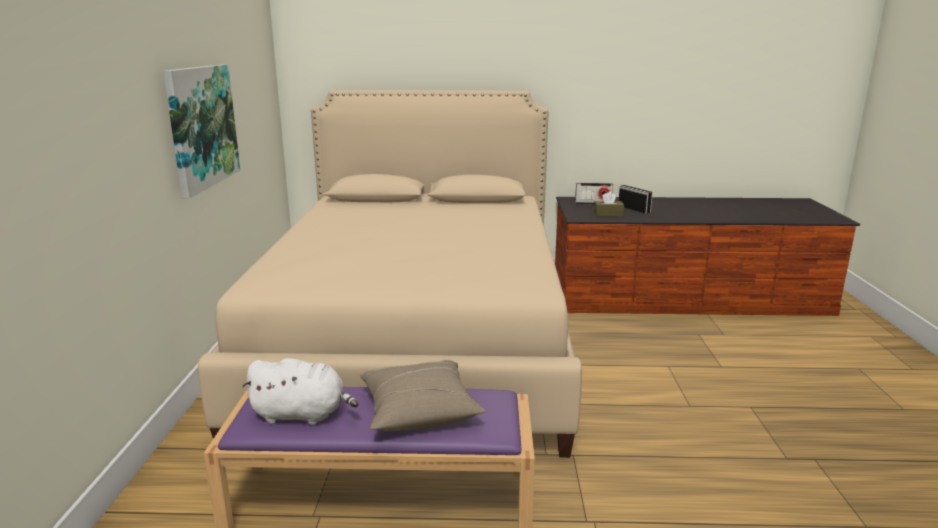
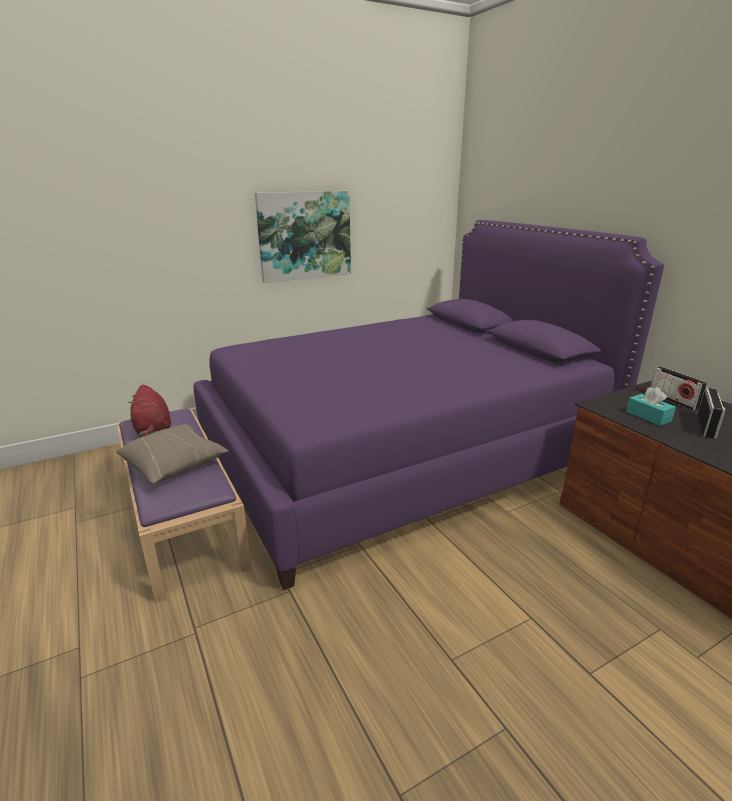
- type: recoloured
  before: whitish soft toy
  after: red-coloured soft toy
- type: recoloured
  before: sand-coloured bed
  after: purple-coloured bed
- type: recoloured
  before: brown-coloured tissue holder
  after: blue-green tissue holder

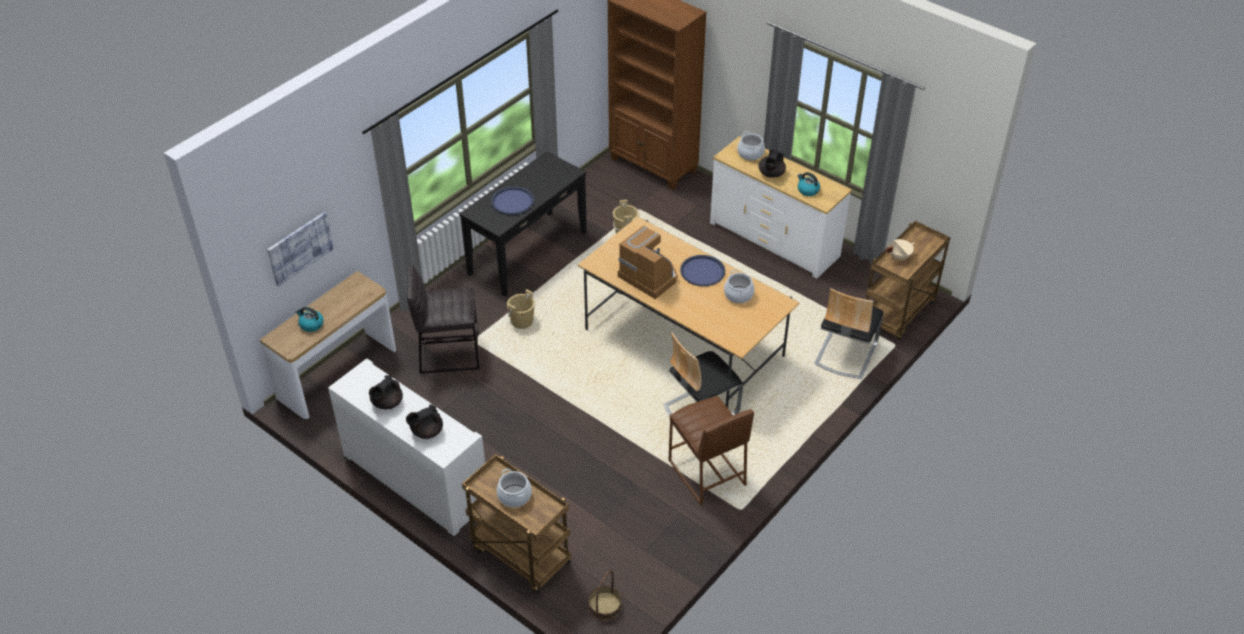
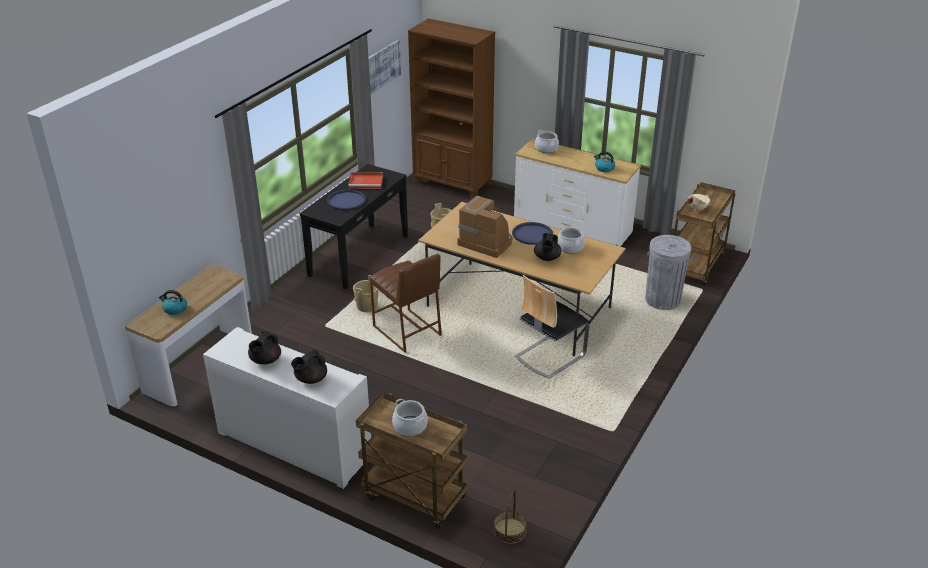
- type: added
  after: red-coloured tray
- type: moved
  before: picture
- type: moved
  before: brown-coloured sitting stool
- type: moved
  before: black tea pot (3rd from left)
- type: replaced
  before: upright chair (2nd from left)
  after: greyish trash can
- type: removed
  before: greyish sitting stool

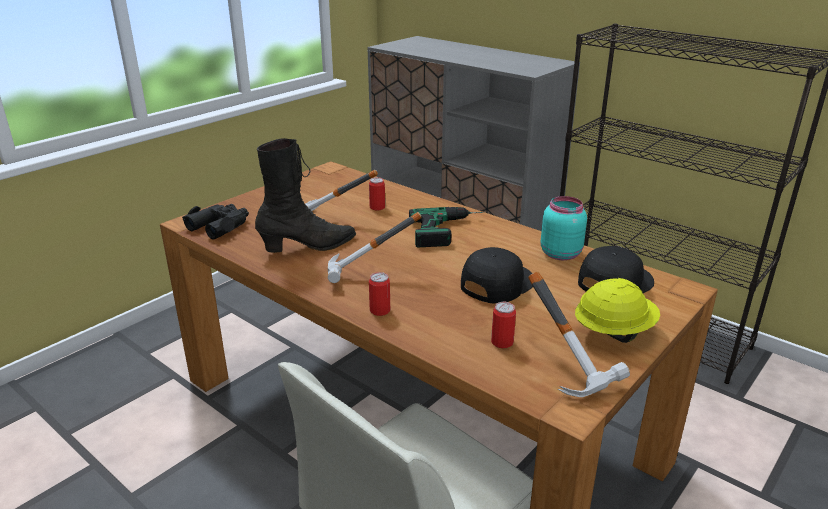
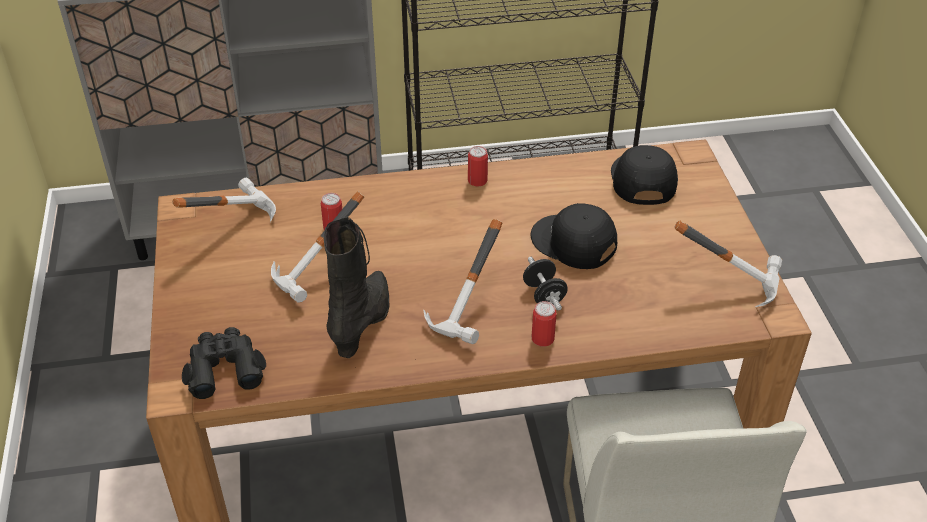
- type: added
  after: tool hammer (1st from left)
- type: moved
  before: metal can (3rd from left in the first image)
  after: metal can (2nd from left)
- type: added
  after: black hand weight
- type: turned
  before: black peaked cap (1st from left)
  turn: -45
- type: removed
  before: drill
- type: removed
  before: blue-green jar
- type: removed
  before: yellow work helmet

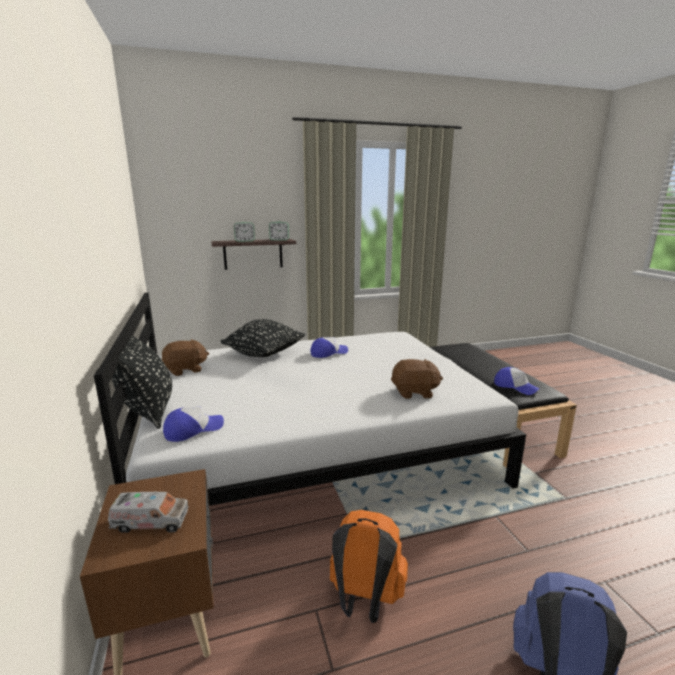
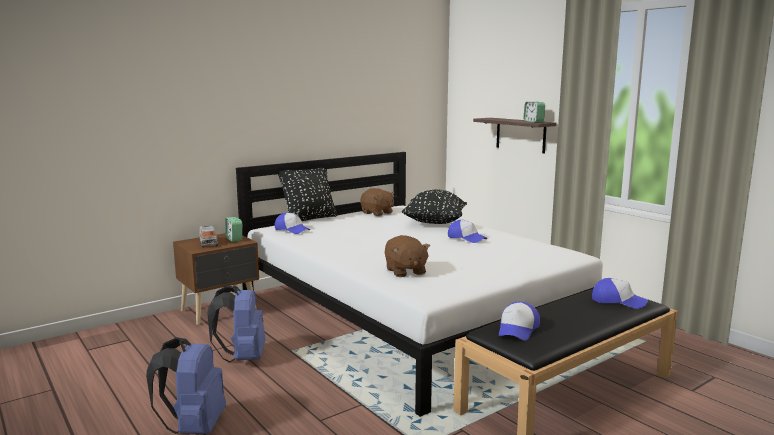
- type: recoloured
  before: orangey backpack
  after: bluish backpack (2nd from left)
- type: moved
  before: bedside clock (1st from left)
- type: added
  after: peaked cap (4th from left)

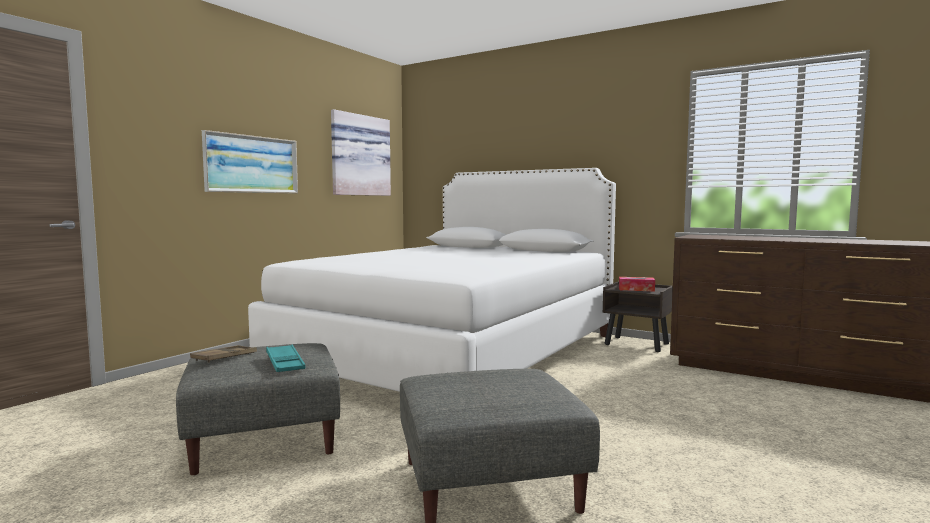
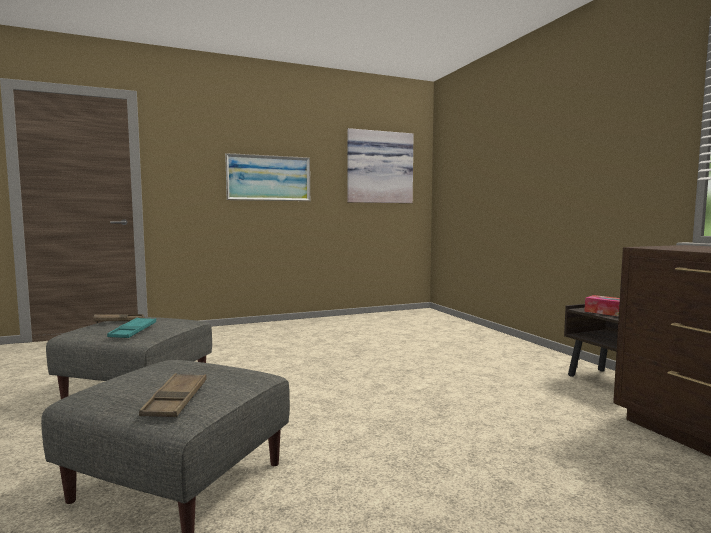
- type: added
  after: brown-coloured tray (2nd from left)
- type: removed
  before: whitish bed

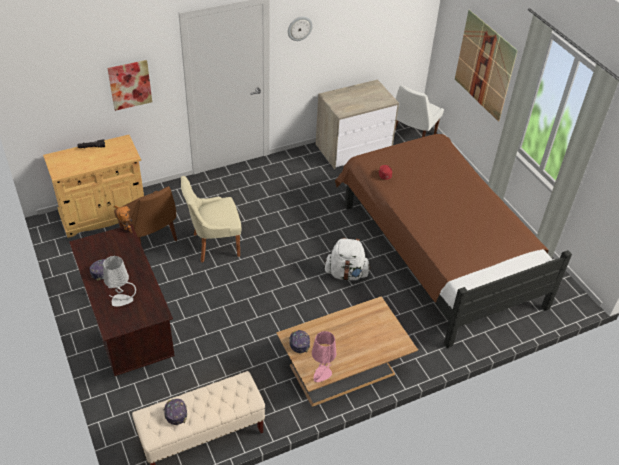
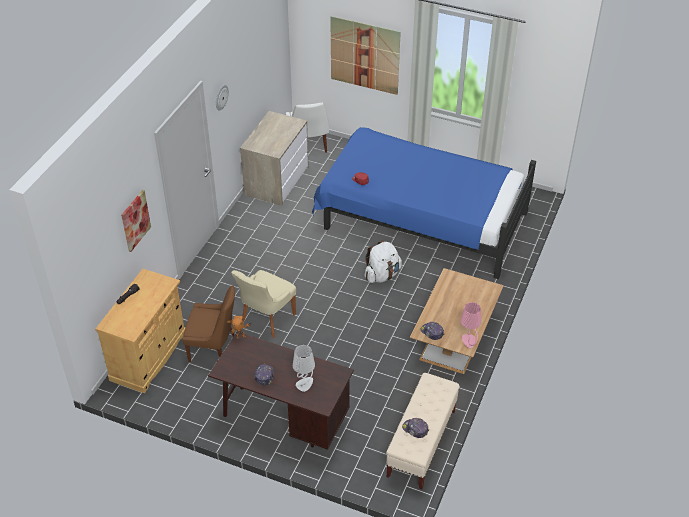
- type: recoloured
  before: brown-coloured bed
  after: bluish bed

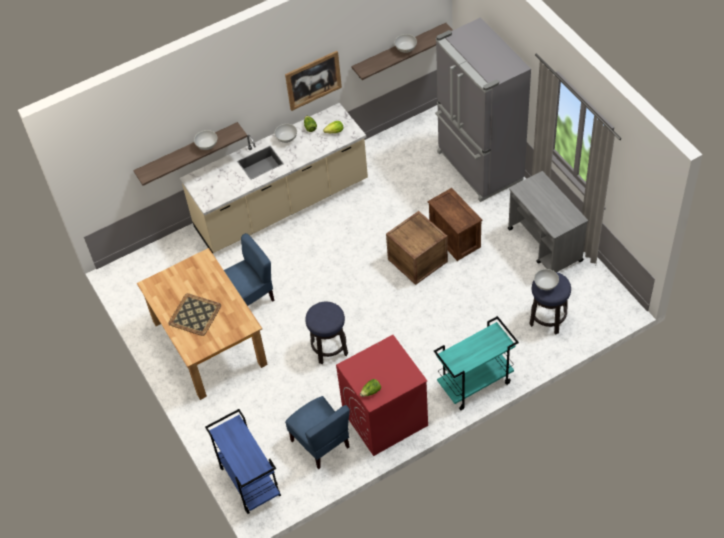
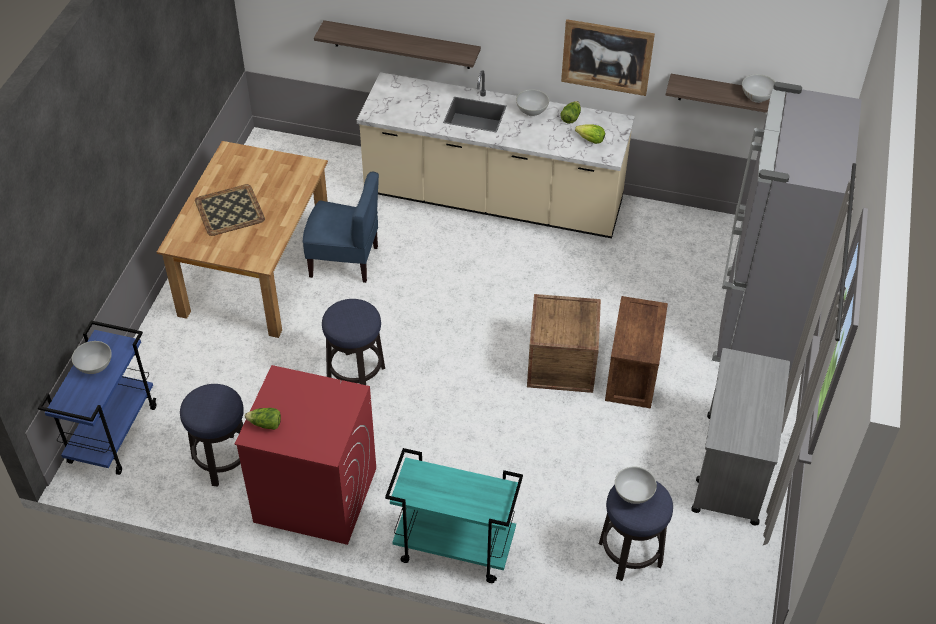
- type: moved
  before: whitish bowl (1st from left)
- type: replaced
  before: bluish upright chair (2nd from left)
  after: sitting stool (1st from left)

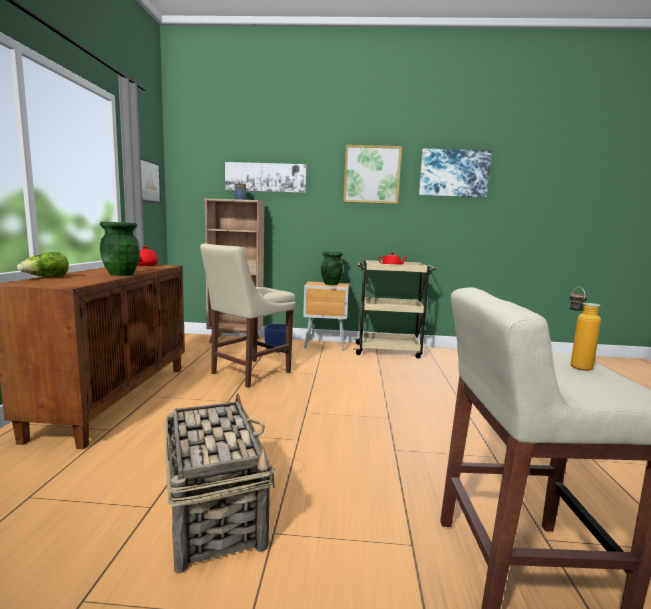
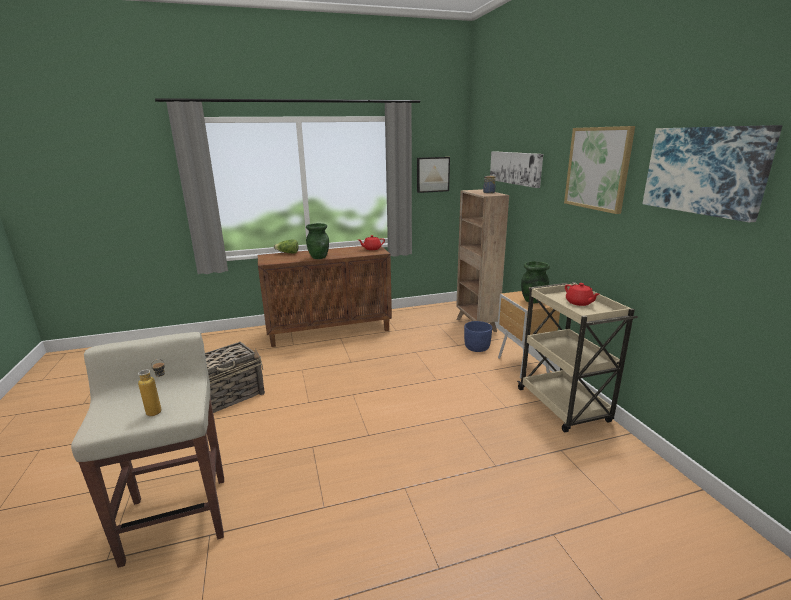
- type: removed
  before: sand-coloured upright chair

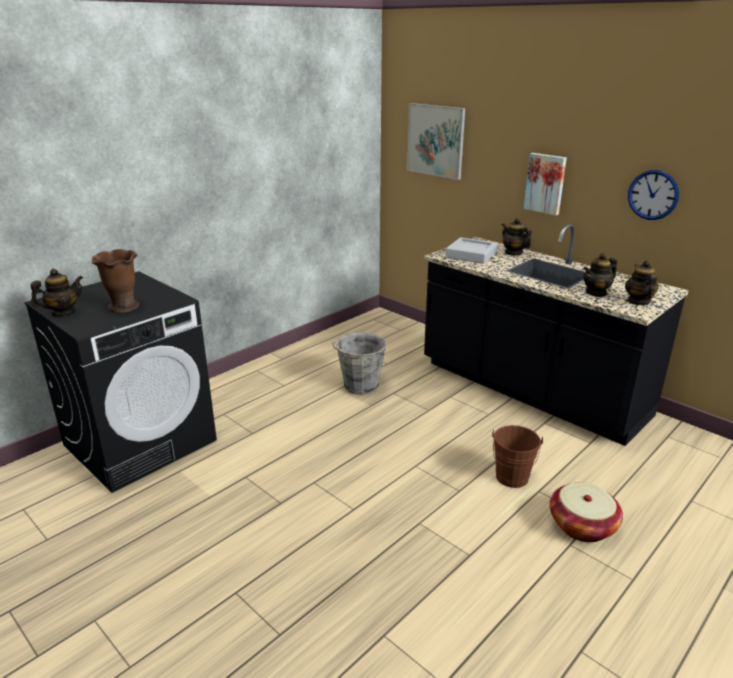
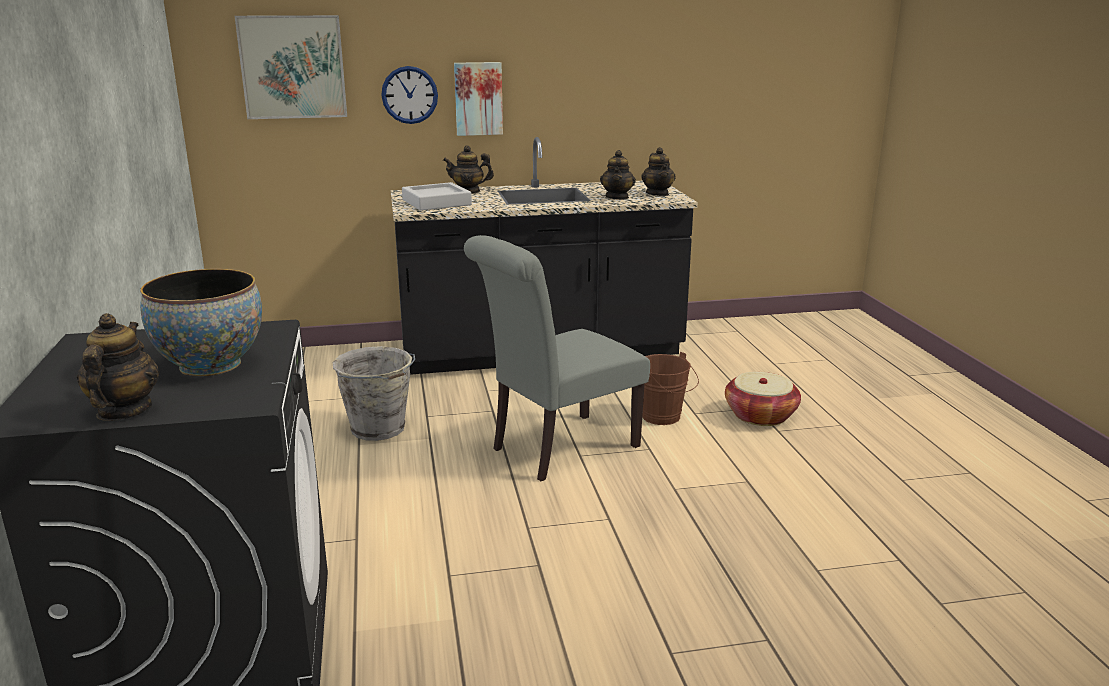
- type: replaced
  before: brown-coloured decorative vase
  after: bowl
- type: moved
  before: hanging clock
- type: added
  after: greyish upright chair
- type: turned
  before: tea pot (4th from left)
  turn: -135

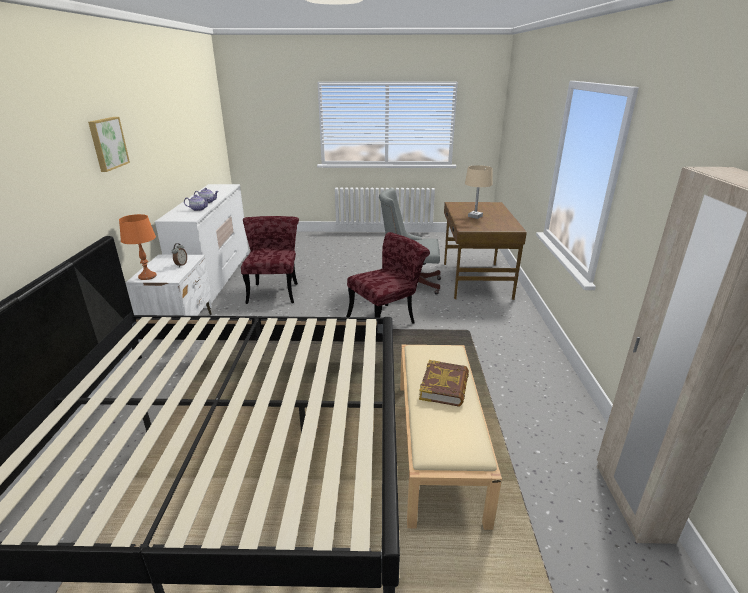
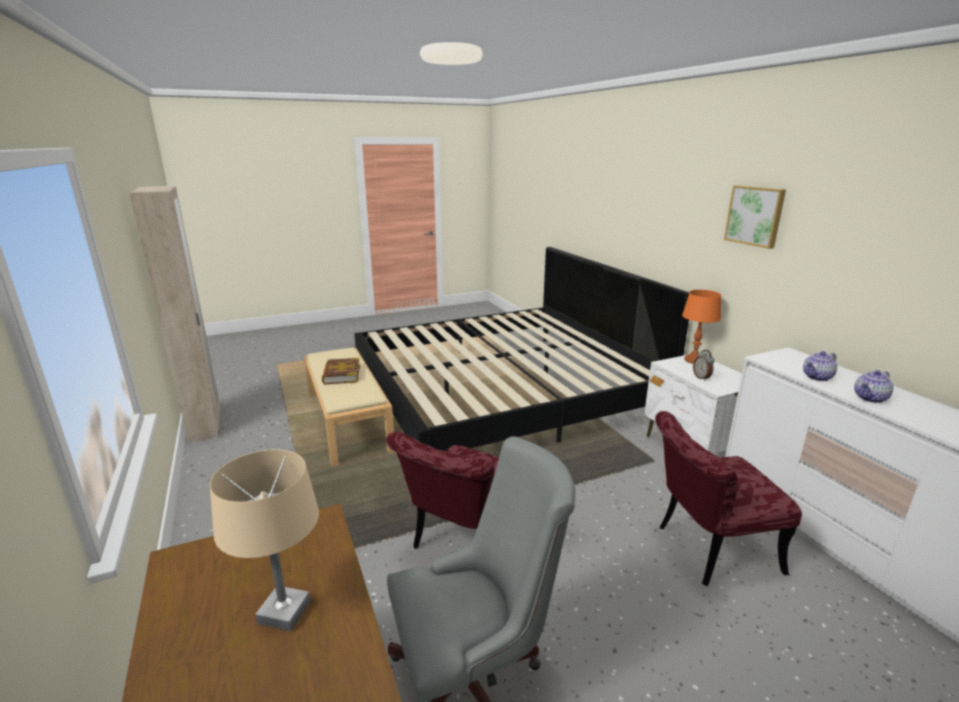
- type: turned
  before: red-coloured upright chair (1st from left in the first image)
  turn: 105

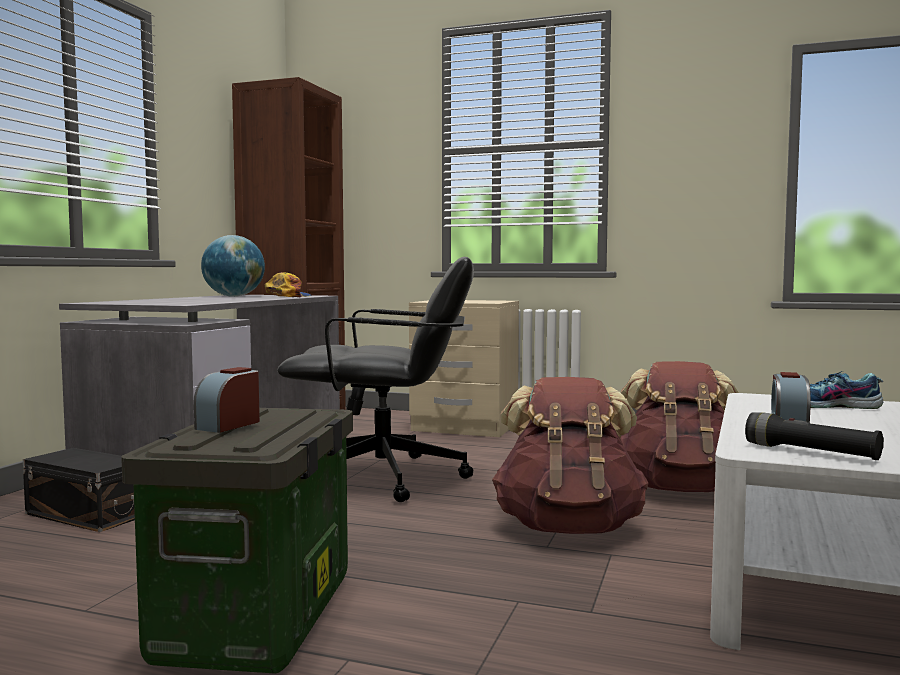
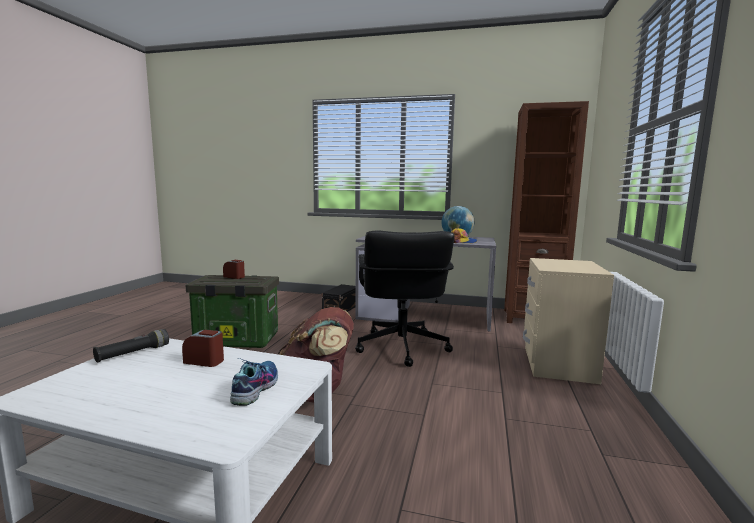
- type: removed
  before: brown-coloured backpack (2nd from left)

